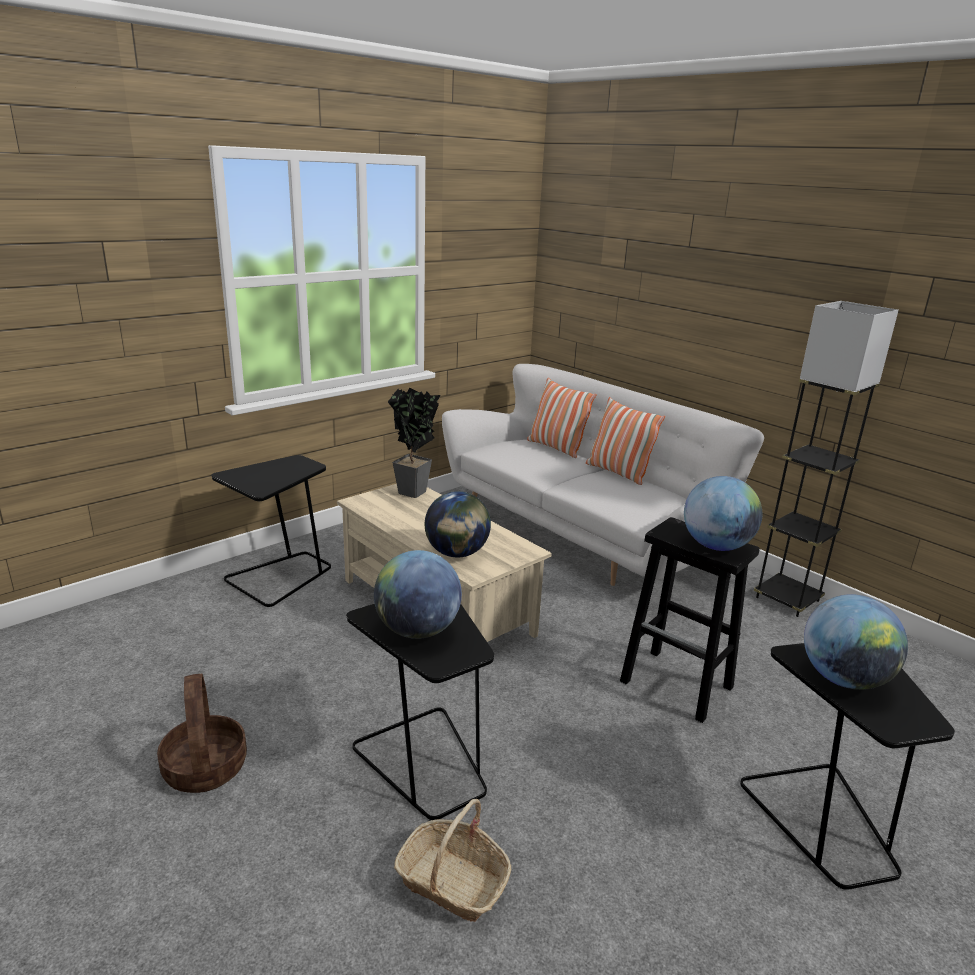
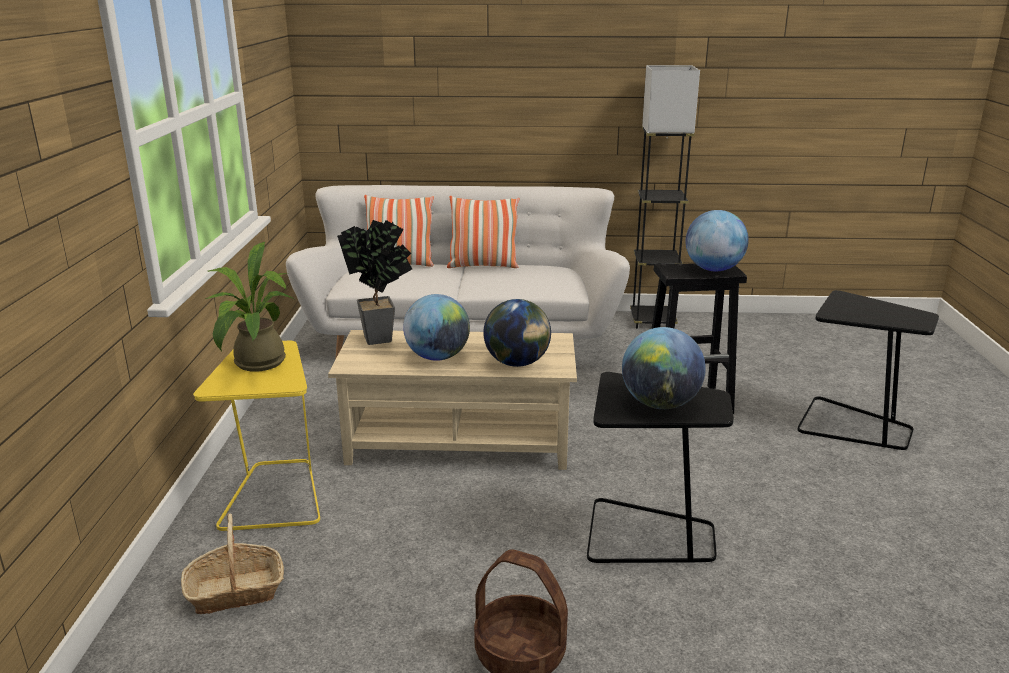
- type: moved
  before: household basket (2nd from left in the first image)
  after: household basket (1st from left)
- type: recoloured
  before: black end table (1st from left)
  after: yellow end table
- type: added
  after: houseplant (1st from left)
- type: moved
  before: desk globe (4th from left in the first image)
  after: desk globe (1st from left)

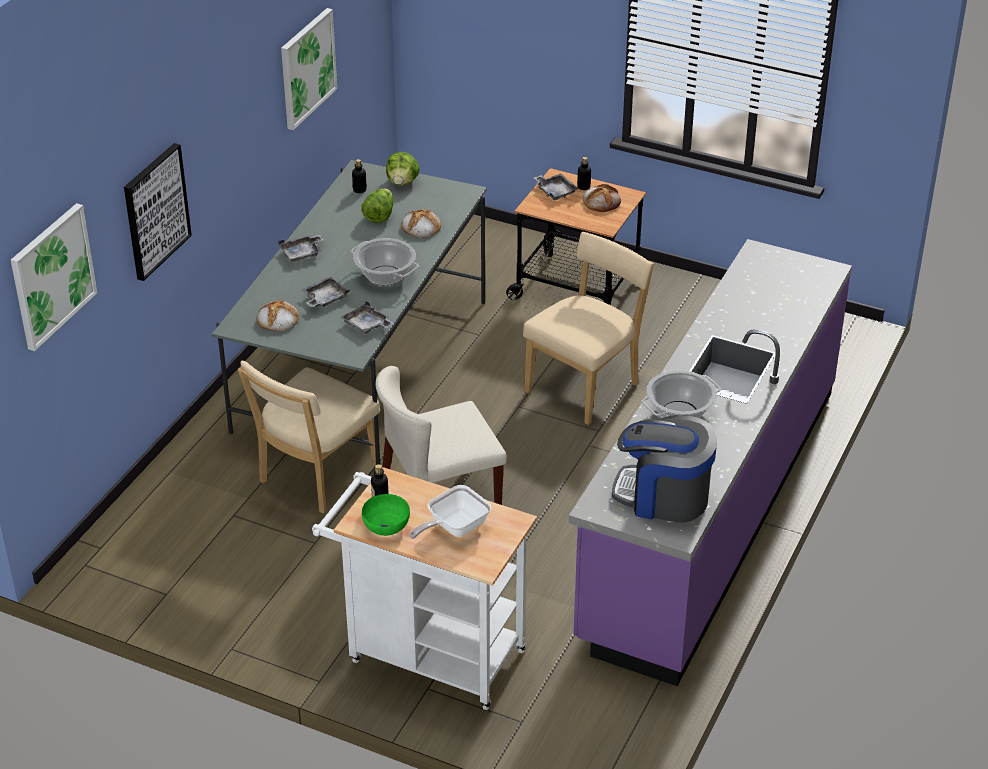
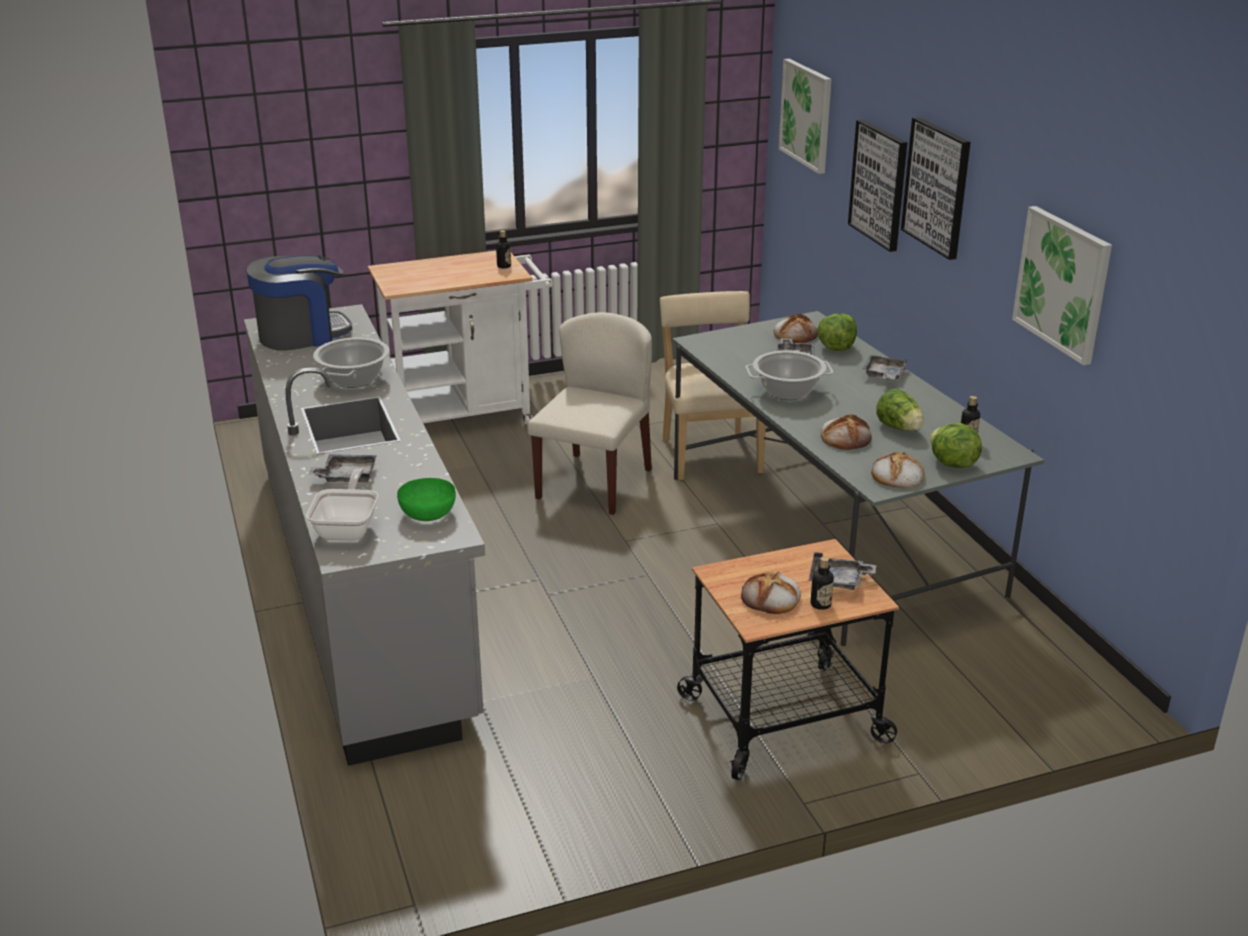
- type: recoloured
  before: purple-coloured counter
  after: greyish counter
- type: moved
  before: pan
- type: moved
  before: greyish tray (3rd from left in the first image)
  after: greyish tray (1st from left)
- type: moved
  before: greenish bowl
- type: added
  after: head of lettuce (1st from left)
- type: added
  after: baked bread (4th from left)
- type: added
  after: picture (3rd from left)
- type: removed
  before: sand-coloured upright chair (3rd from left)

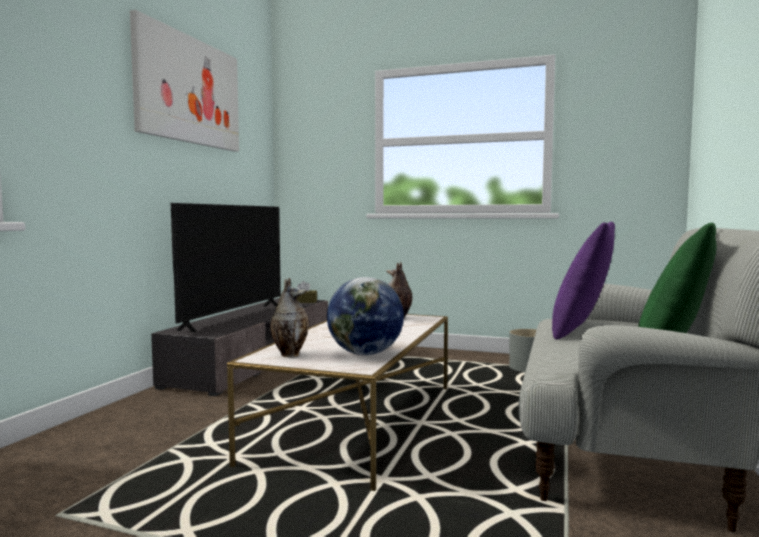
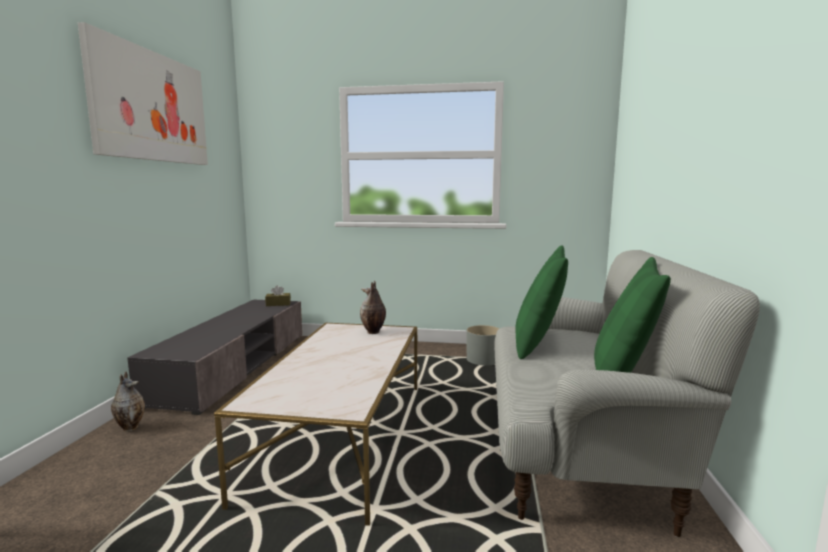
- type: moved
  before: decorative vase (1st from left)
- type: recoloured
  before: purple-coloured cushion
  after: greenish cushion (1st from left)
- type: removed
  before: TV
- type: removed
  before: desk globe

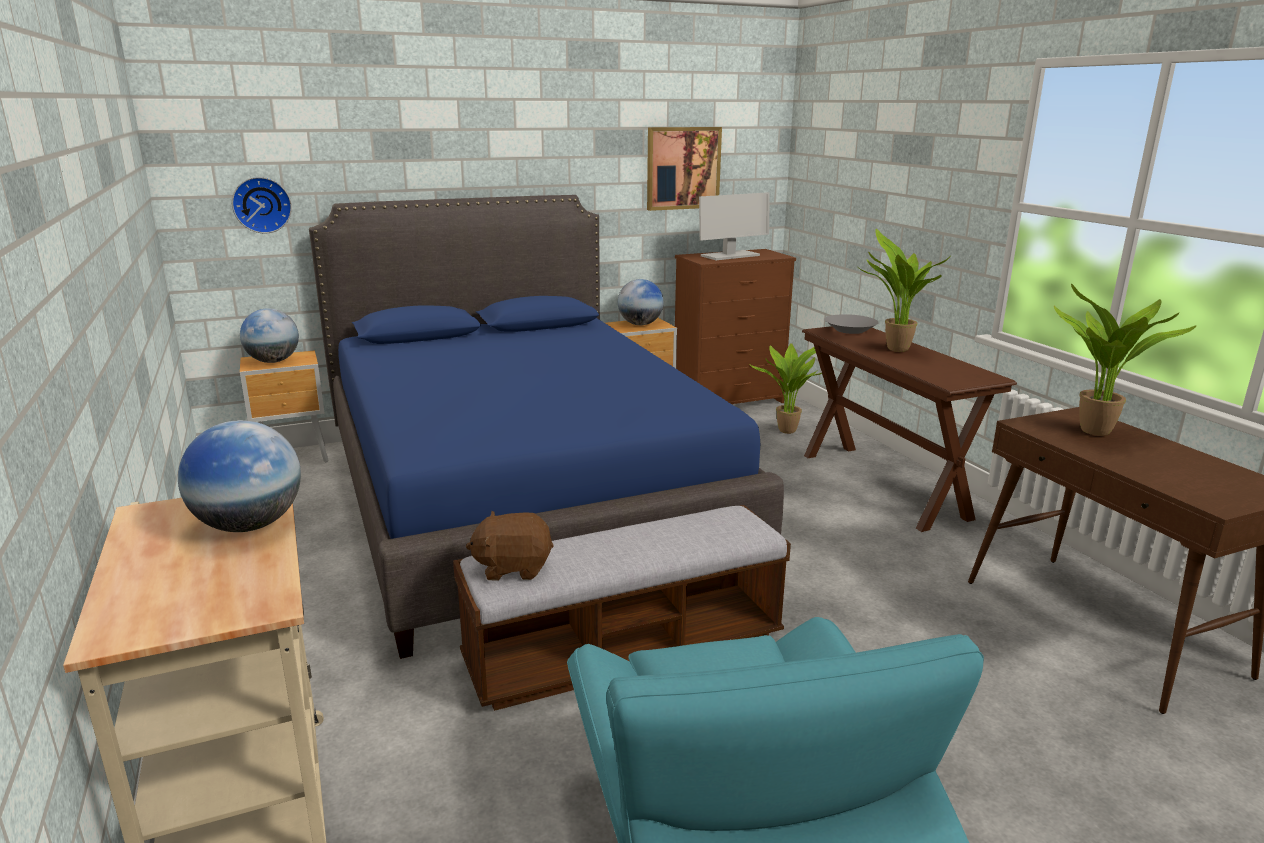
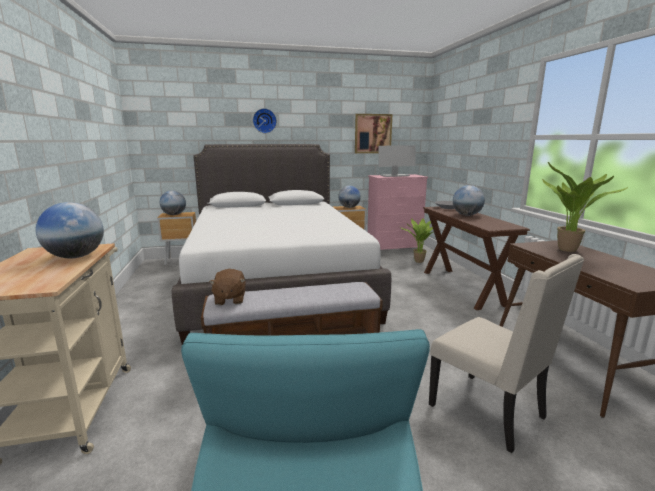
- type: recoloured
  before: bluish bed
  after: whitish bed
- type: turned
  before: brown-coloured soft toy
  turn: -105
- type: moved
  before: hanging clock
- type: recoloured
  before: brown-coloured dresser
  after: pinkish dresser
- type: added
  after: sand-coloured upright chair
- type: replaced
  before: houseplant (2nd from left)
  after: desk globe (4th from left)

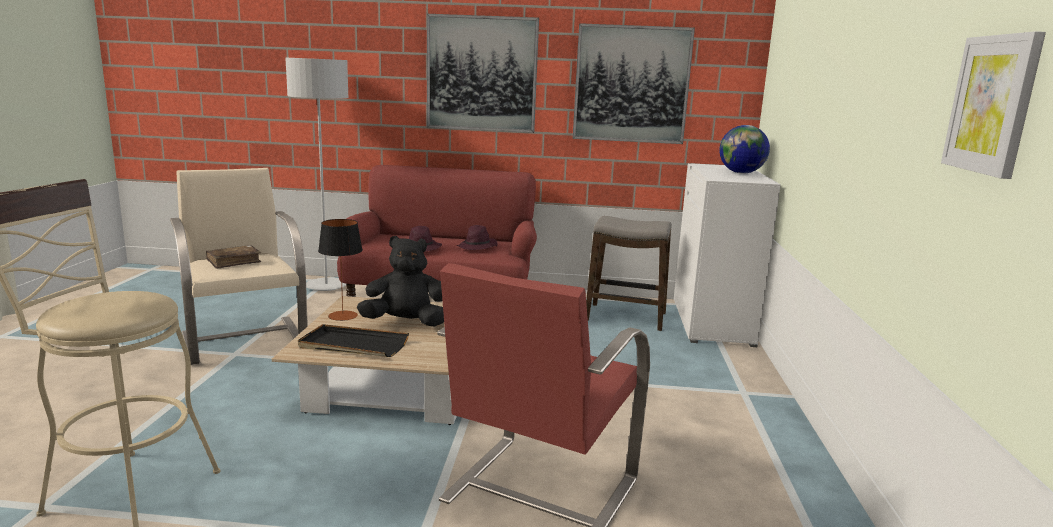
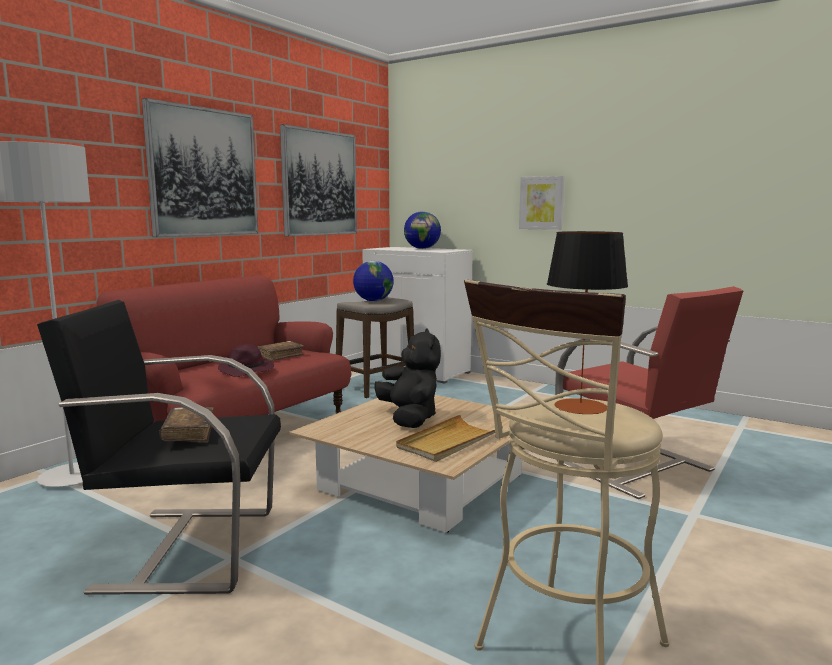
- type: recoloured
  before: sand-coloured lounge chair
  after: black lounge chair
- type: replaced
  before: purple-coloured hat (2nd from left)
  after: brown-coloured volume (2nd from left)
- type: added
  after: desk globe (1st from left)
- type: turned
  before: black soft toy
  turn: 135
- type: recoloured
  before: black tray
  after: sand-coloured tray
- type: moved
  before: picture (3rd from left)
- type: moved
  before: tabletop lamp

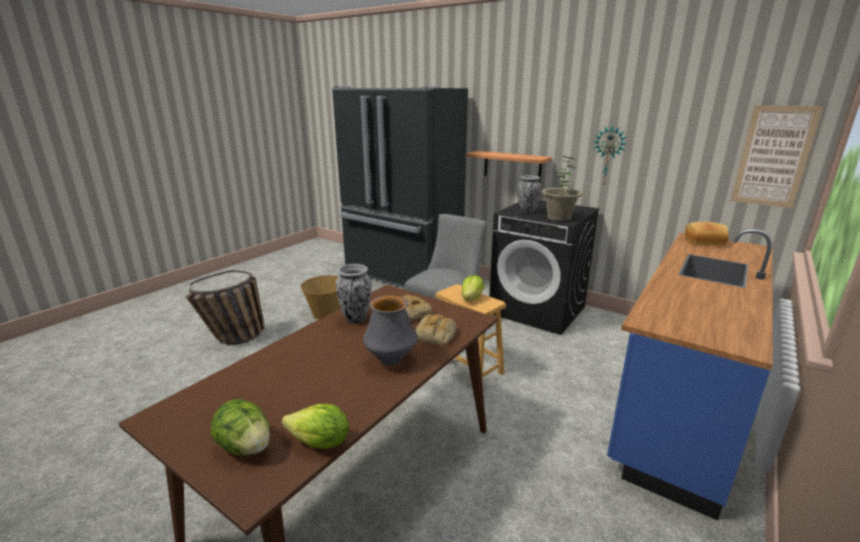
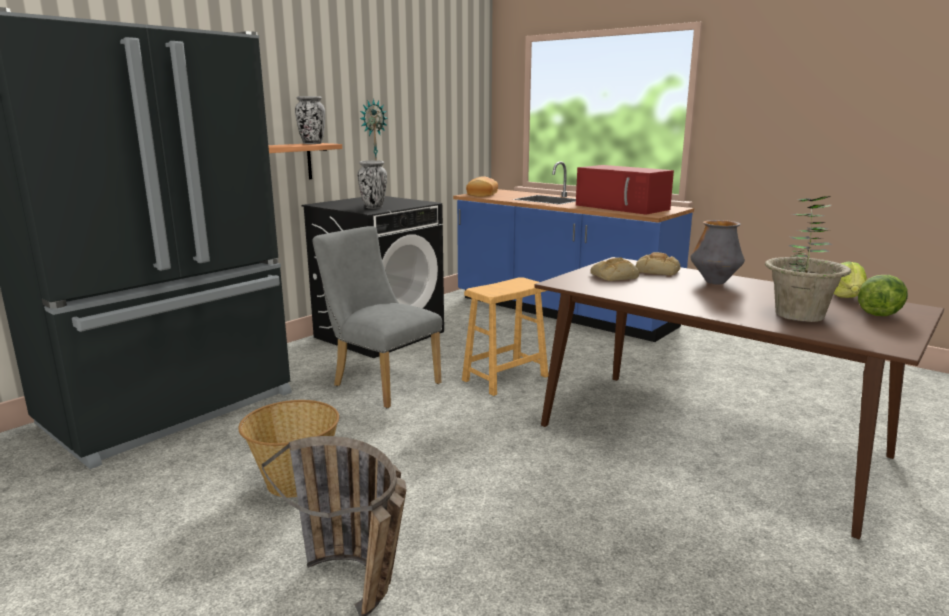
- type: moved
  before: decorative vase (1st from left)
- type: added
  after: red-coloured kitchen microwave
- type: moved
  before: houseplant
- type: removed
  before: head of lettuce (3rd from left)
- type: removed
  before: picture

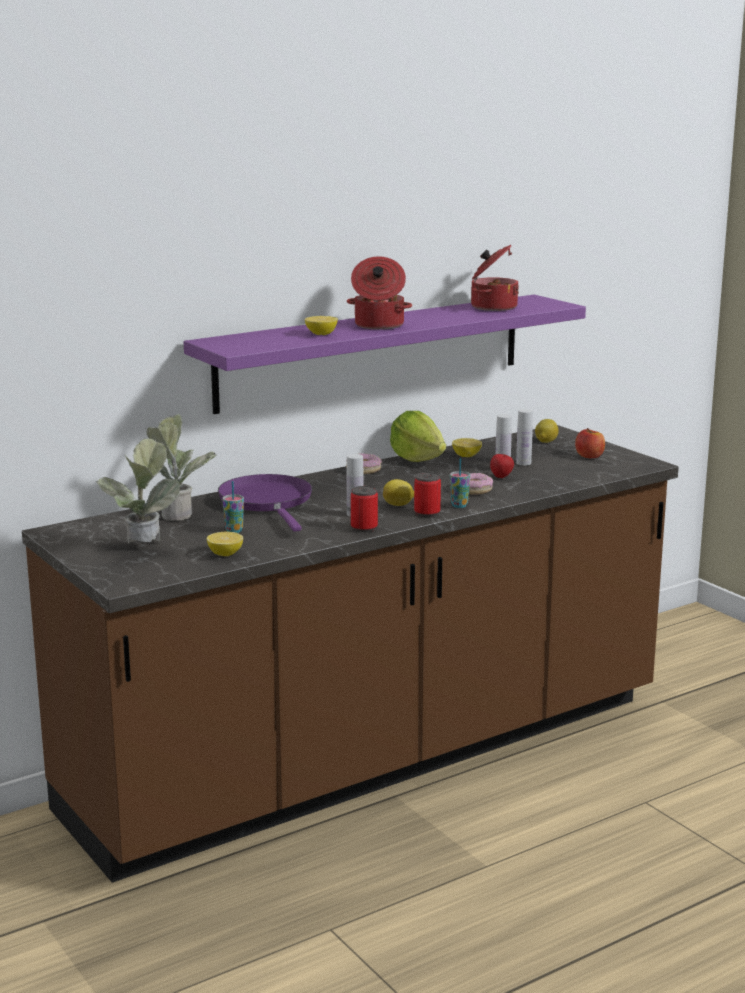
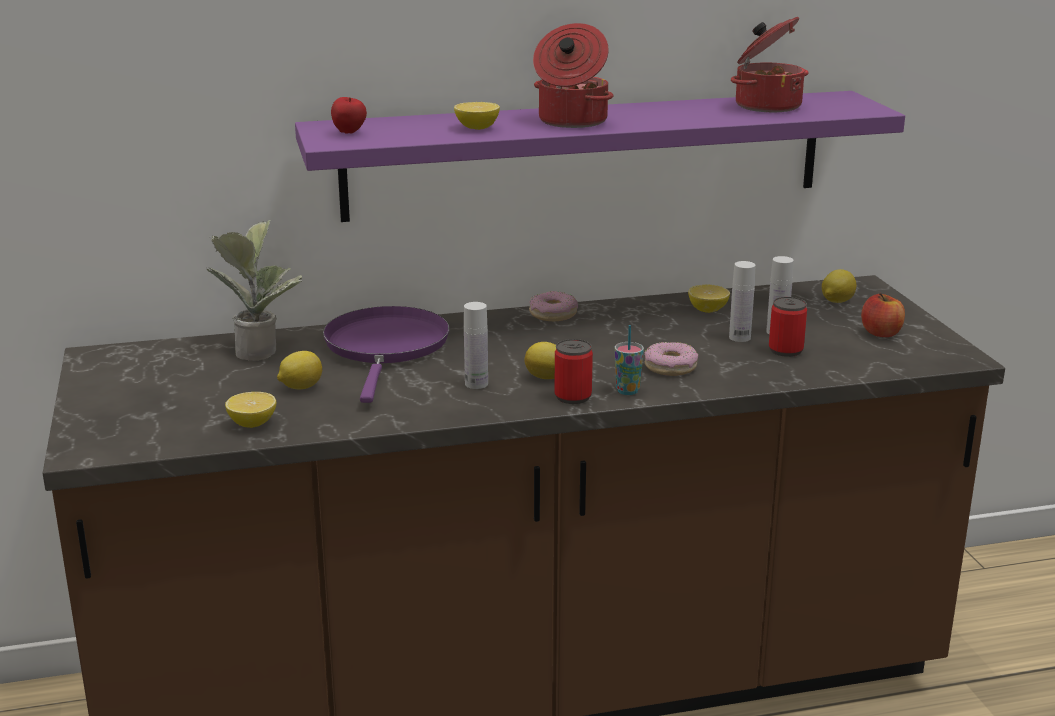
- type: replaced
  before: cup (1st from left)
  after: whole lemon (2nd from left)
- type: moved
  before: apple fruit (1st from left)
- type: moved
  before: metal can (1st from left in the first image)
  after: metal can (2nd from left)
- type: removed
  before: houseplant (1st from left)
- type: removed
  before: head of lettuce

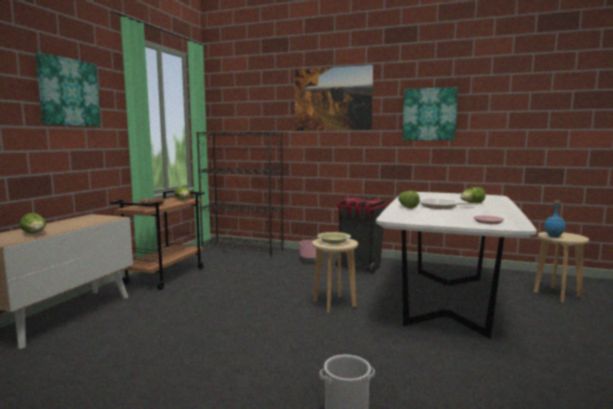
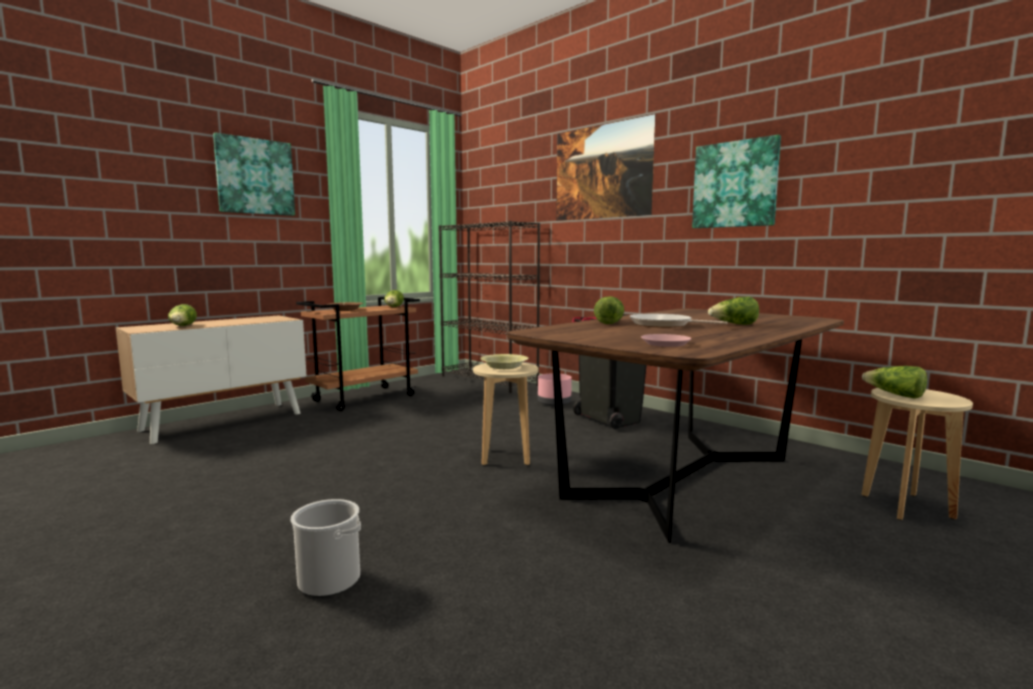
- type: recoloured
  before: whitish kitchen table
  after: brown-coloured kitchen table
- type: replaced
  before: bluish drink bottle
  after: head of lettuce (5th from left)

